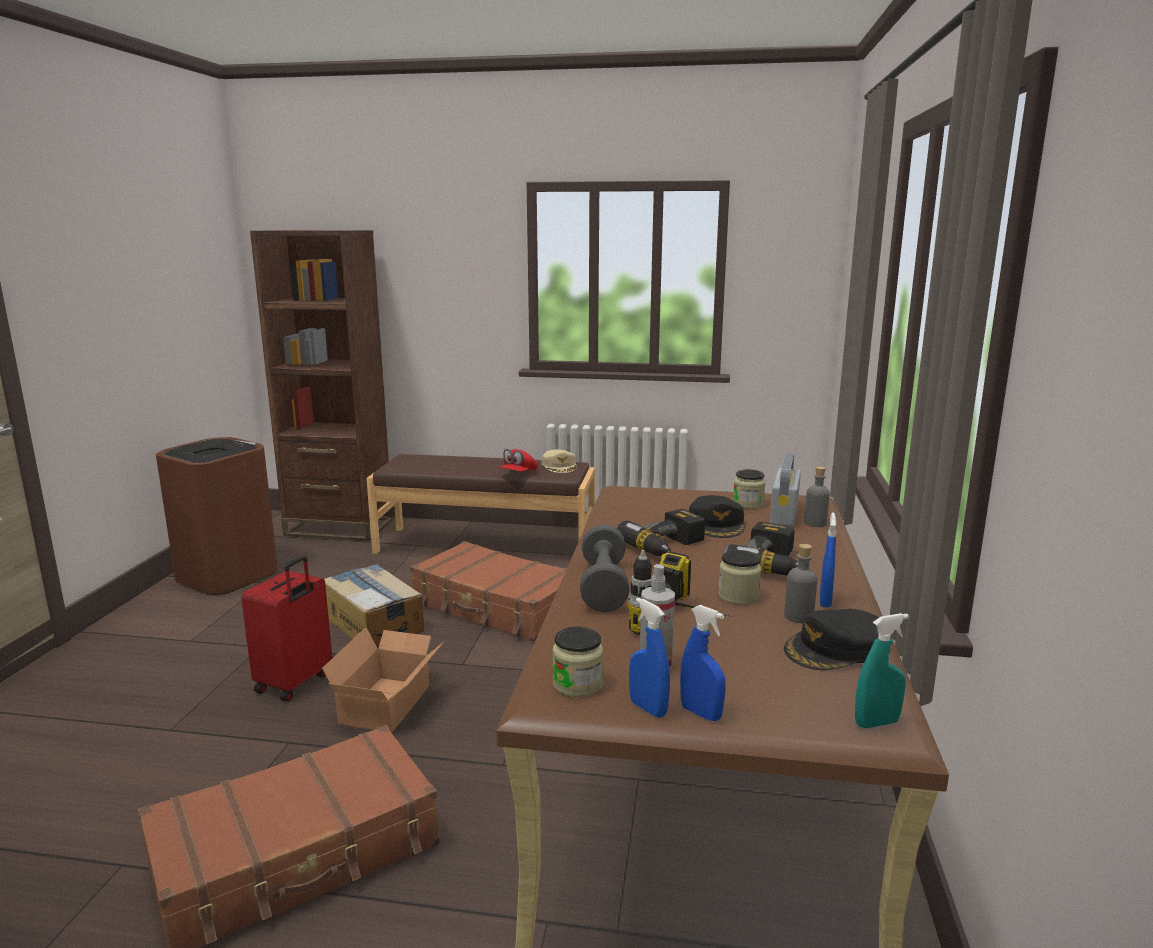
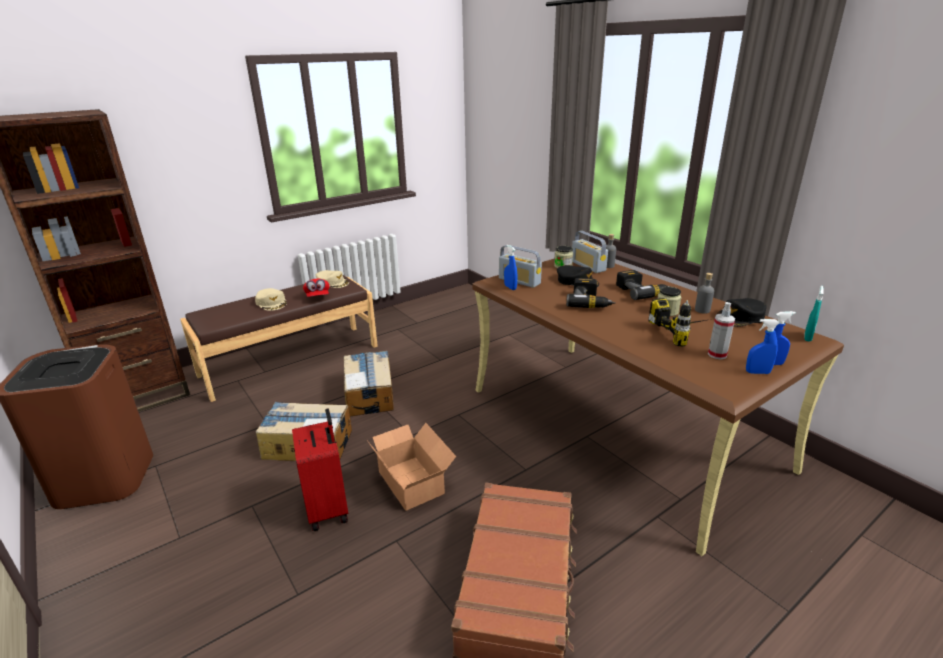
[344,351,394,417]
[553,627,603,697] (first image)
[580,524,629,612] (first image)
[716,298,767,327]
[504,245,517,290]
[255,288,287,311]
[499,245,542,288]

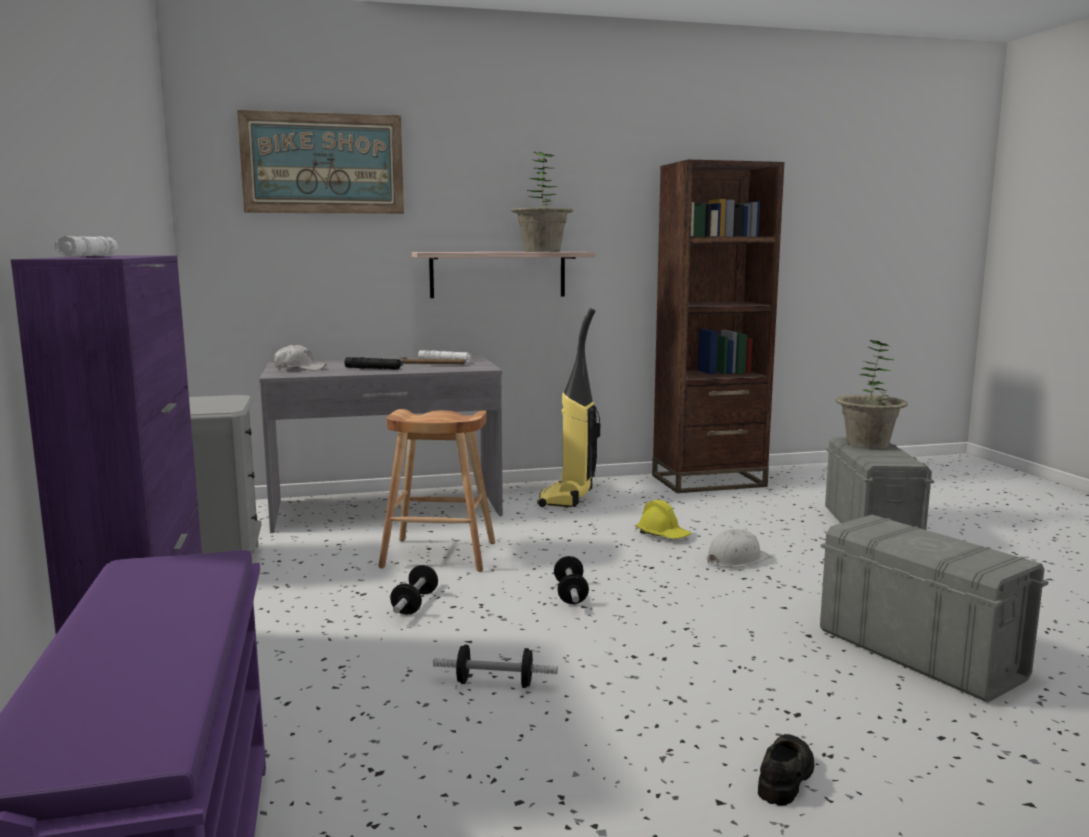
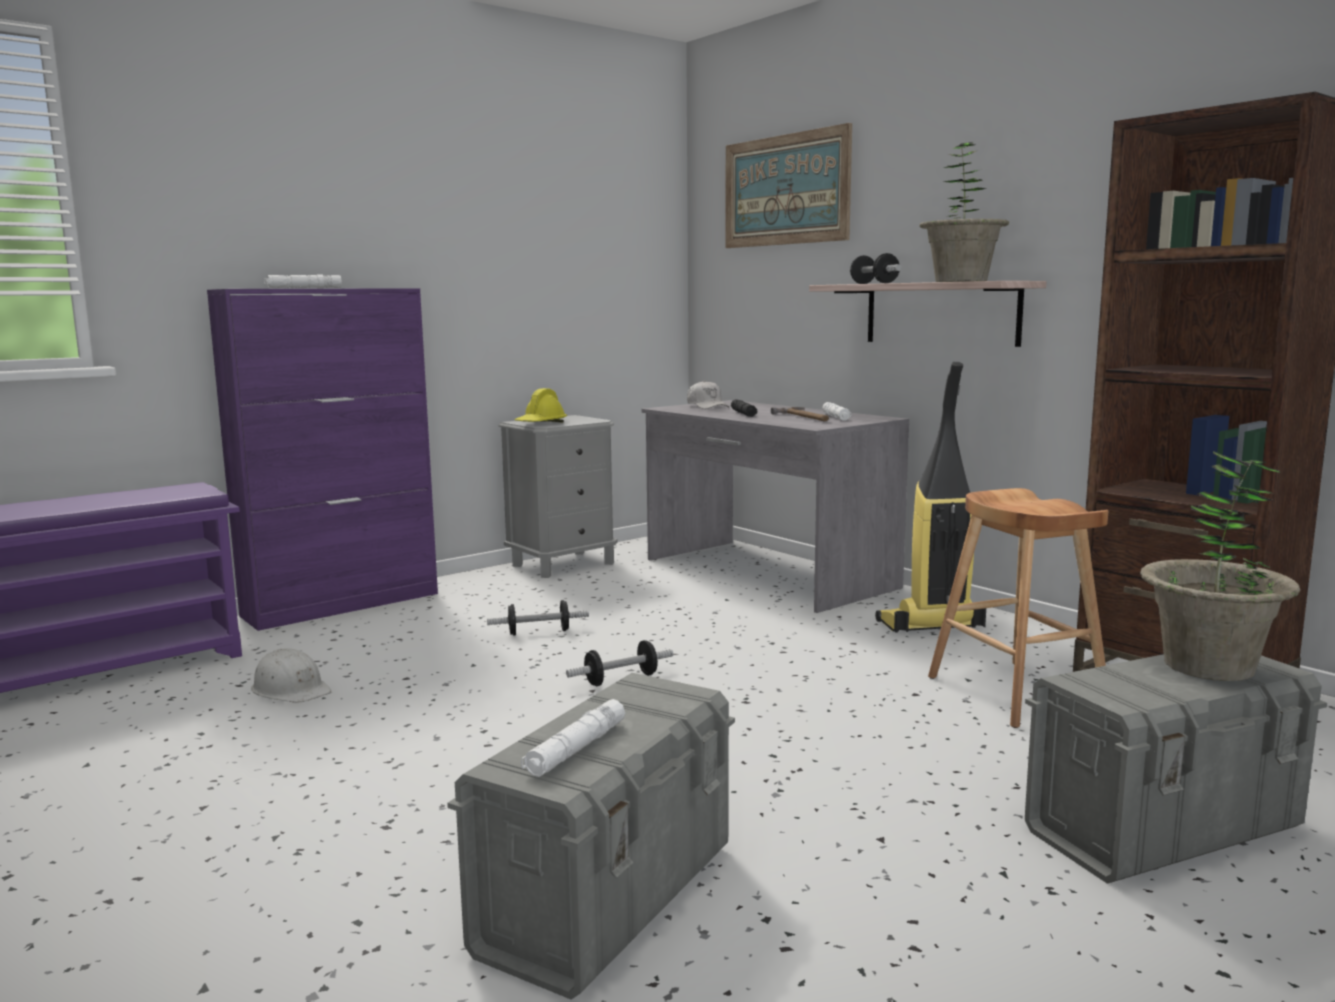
[928,488,1108,728]
[850,253,902,284]
[515,388,567,422]
[251,648,331,703]
[758,734,814,806] (first image)
[521,699,625,777]

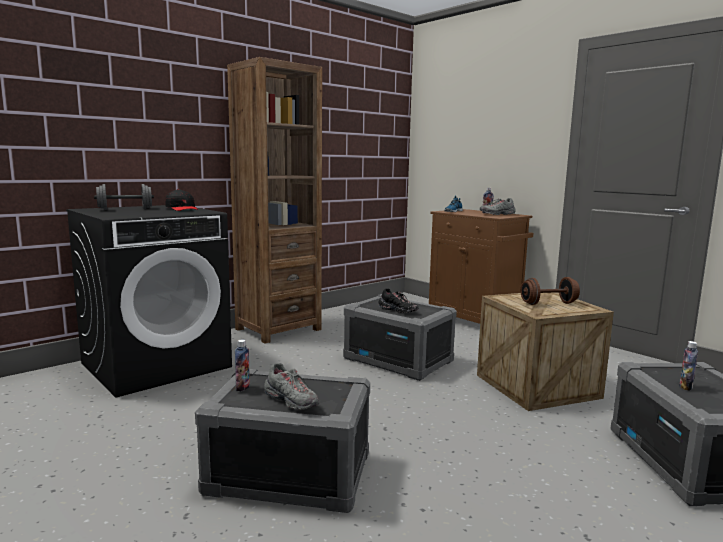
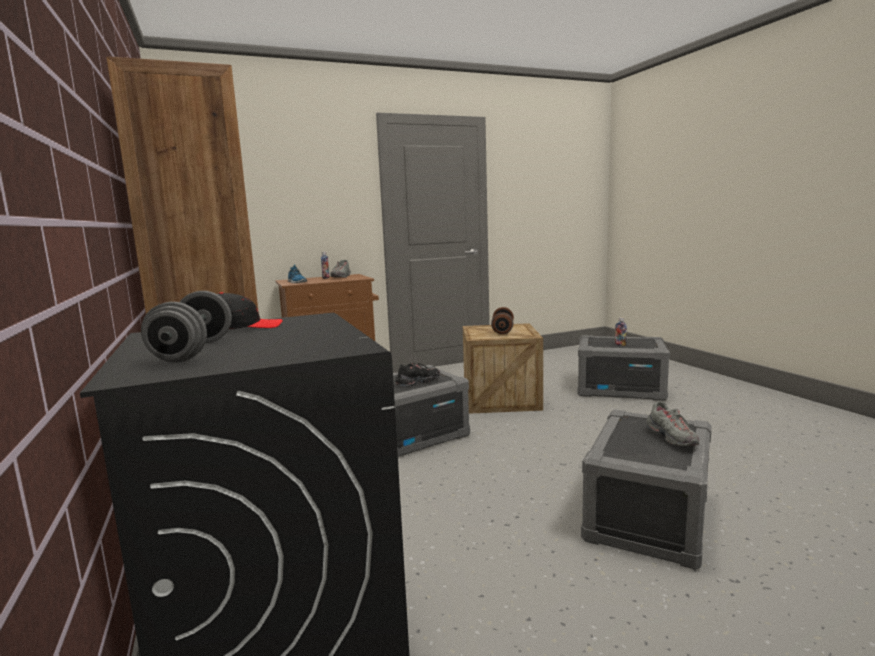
[235,340,250,391] (first image)
[646,402,699,446]

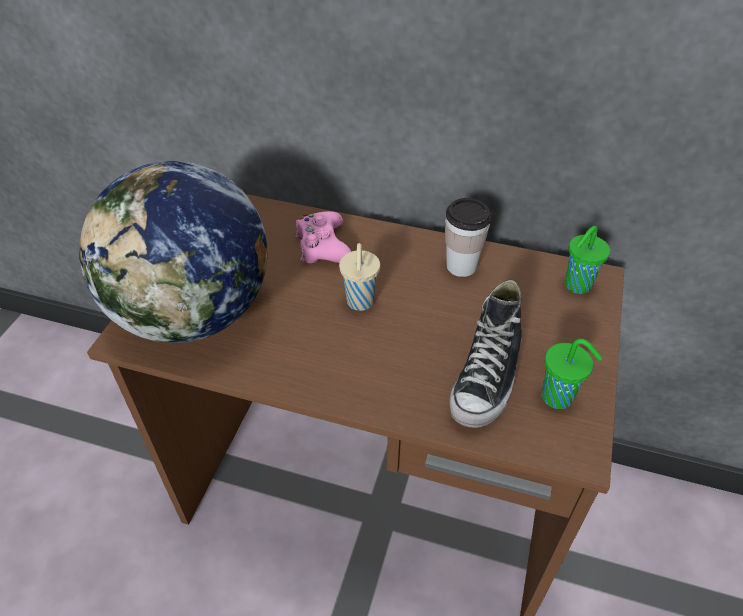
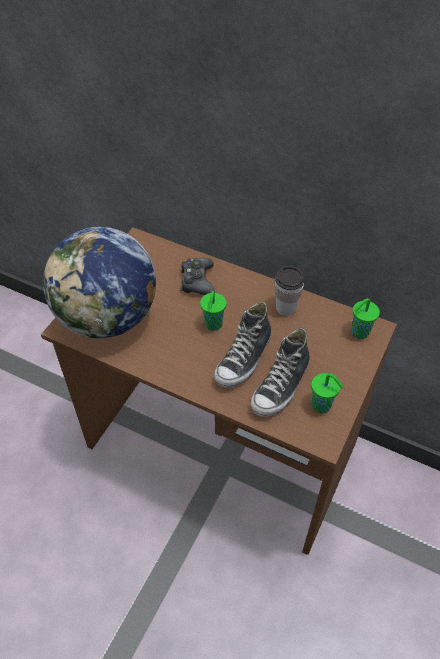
[181,258,215,295]
[200,291,226,331]
[214,301,272,388]

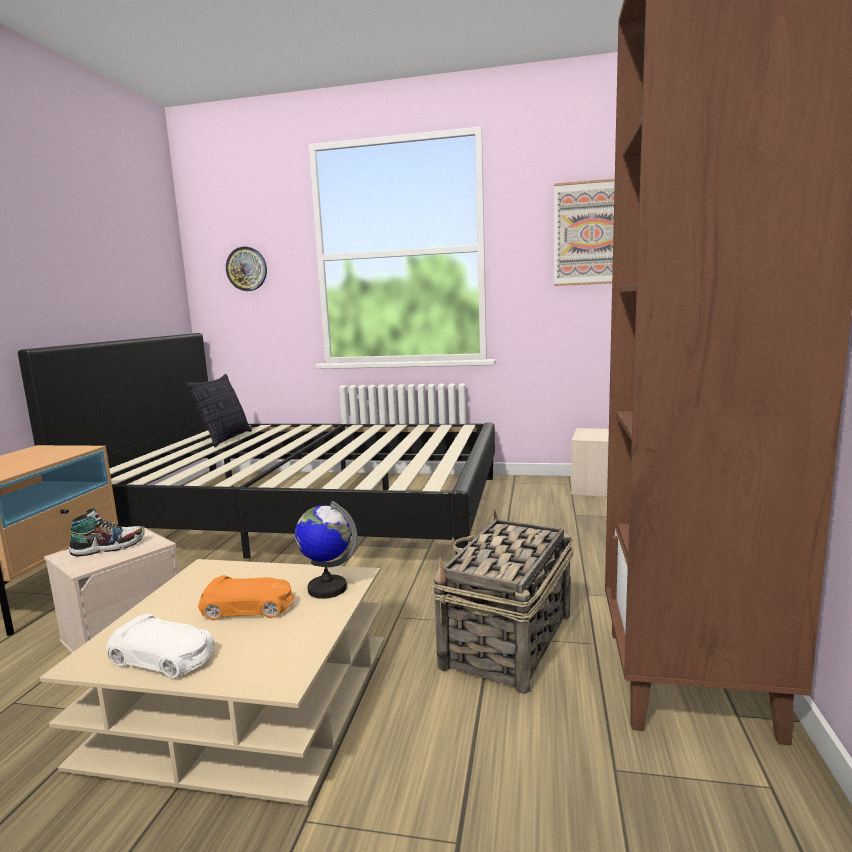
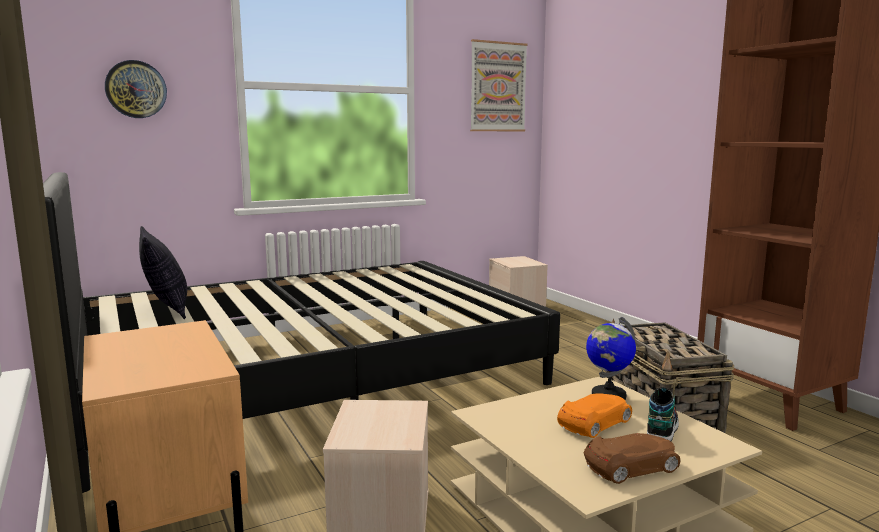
[647,387,679,441]
[584,433,680,484]

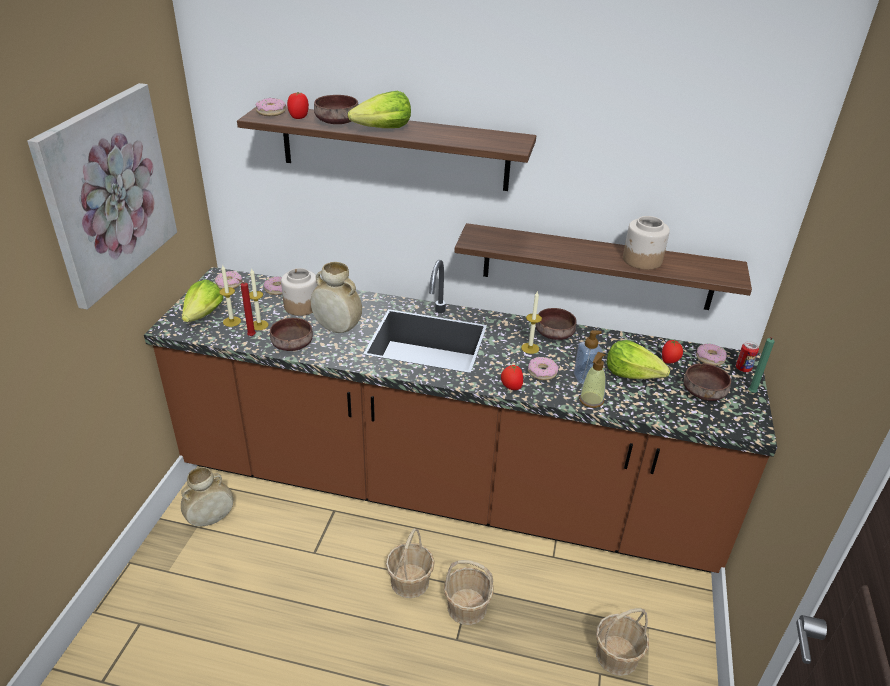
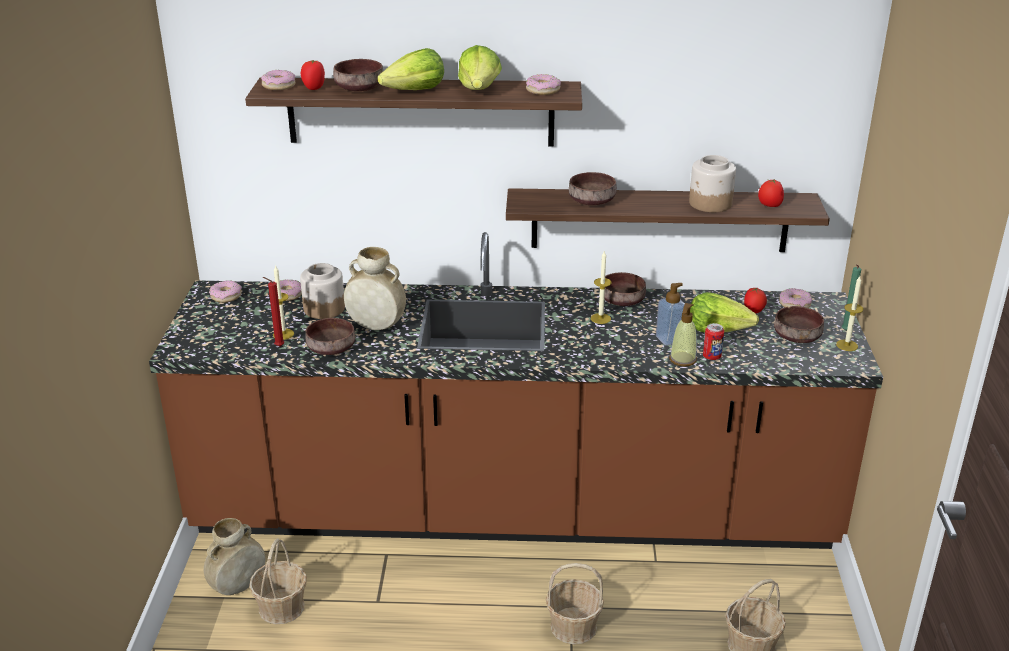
[27,83,177,310] (first image)
[458,45,502,90]
[836,276,864,351]
[249,538,307,624]
[758,179,784,207]
[526,74,561,95]
[703,323,724,360]
[569,172,617,205]

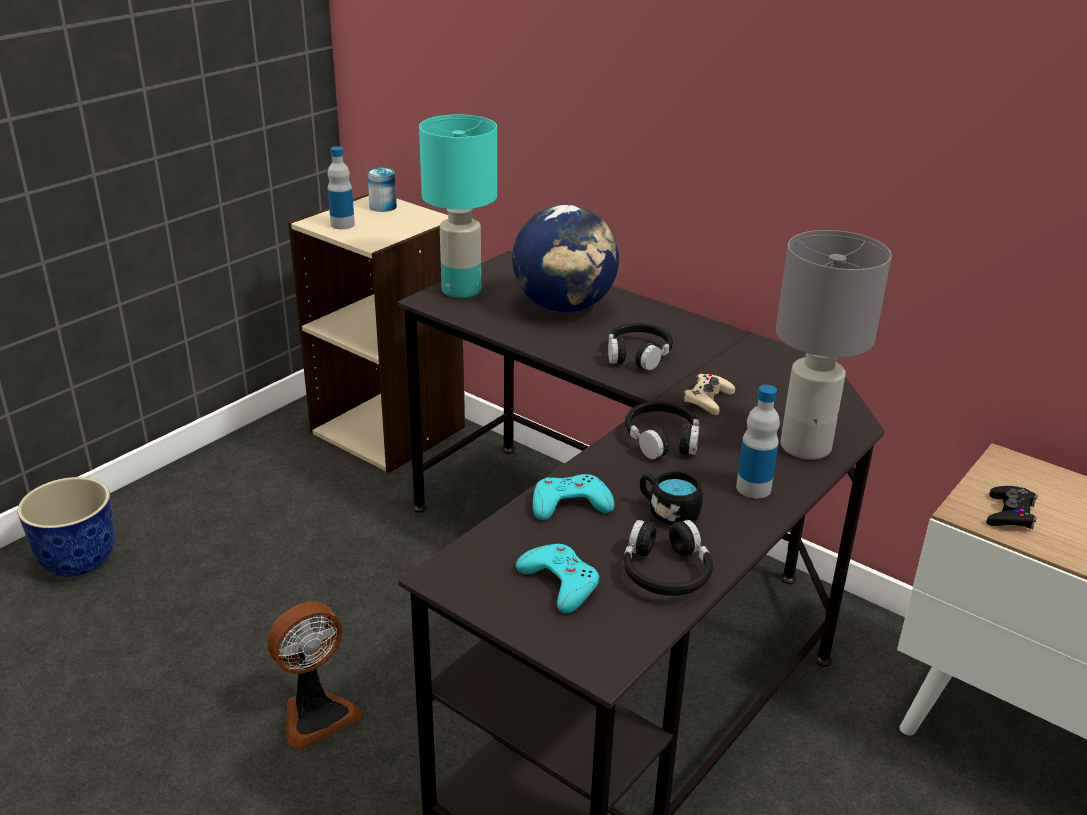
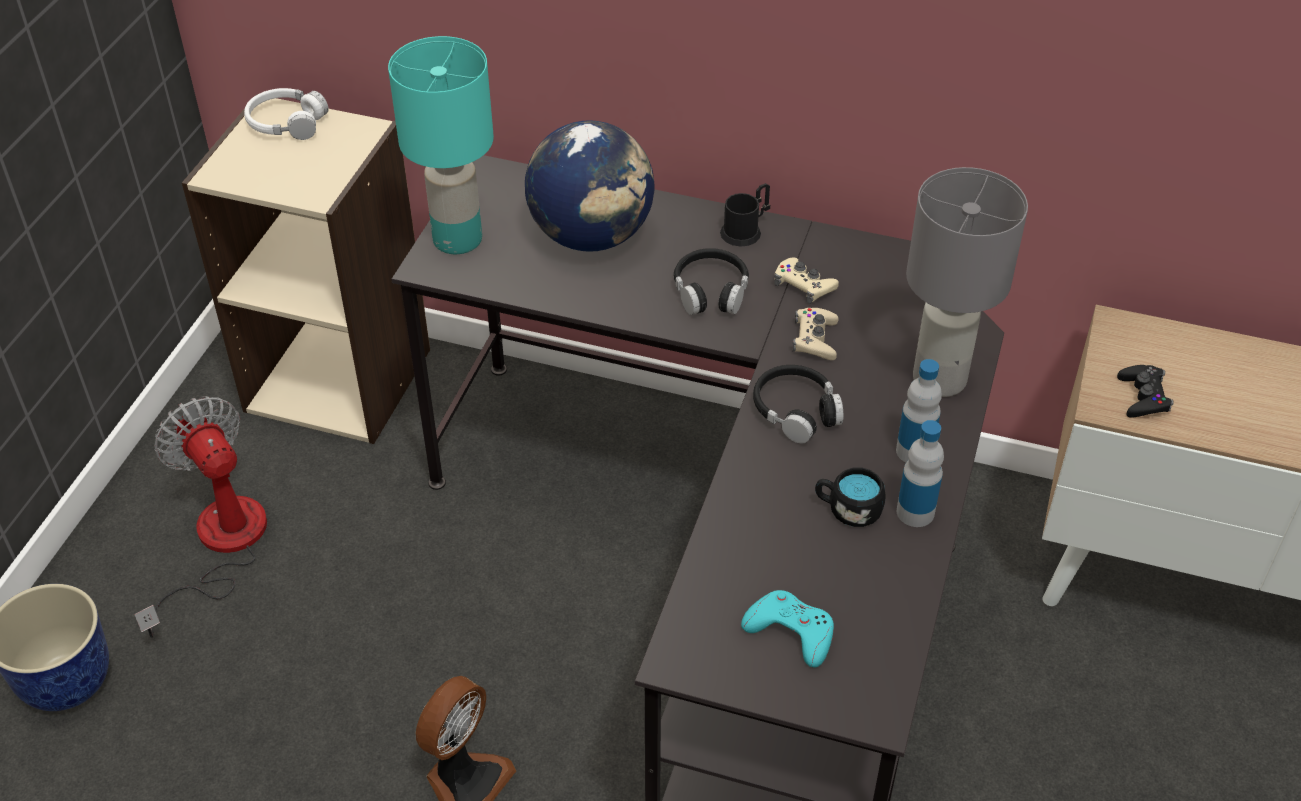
[897,420,944,527]
[244,88,329,140]
[533,474,615,520] (first image)
[624,520,713,596] (first image)
[134,396,267,638]
[720,183,770,247]
[774,257,839,304]

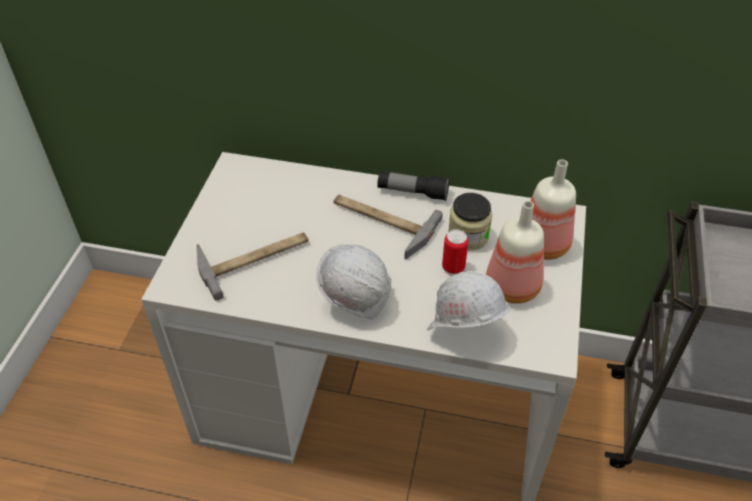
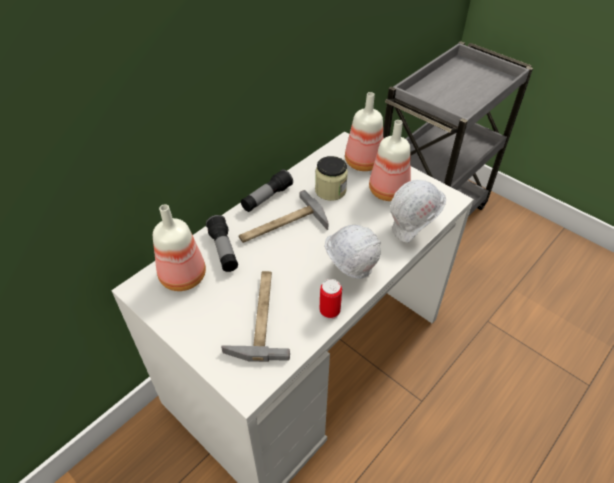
[320,279,342,320]
[153,204,206,291]
[206,215,238,272]

